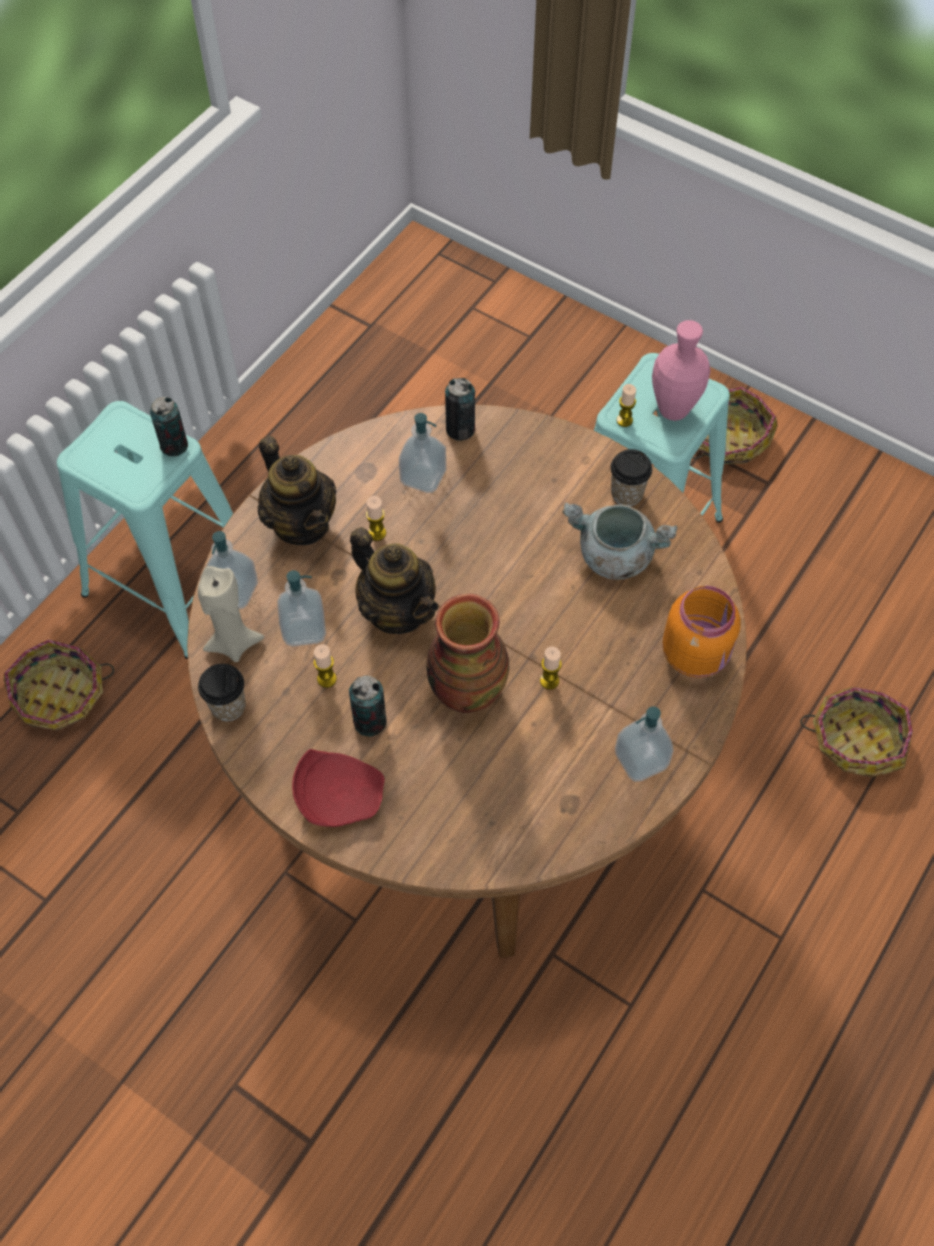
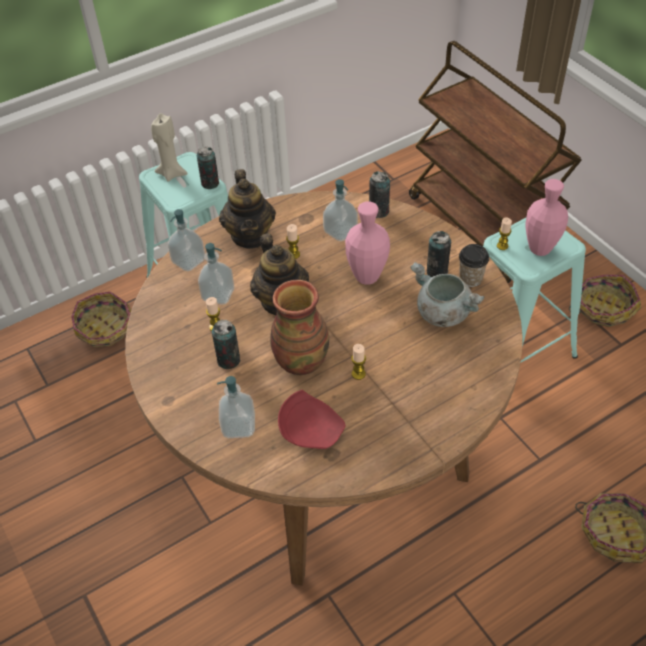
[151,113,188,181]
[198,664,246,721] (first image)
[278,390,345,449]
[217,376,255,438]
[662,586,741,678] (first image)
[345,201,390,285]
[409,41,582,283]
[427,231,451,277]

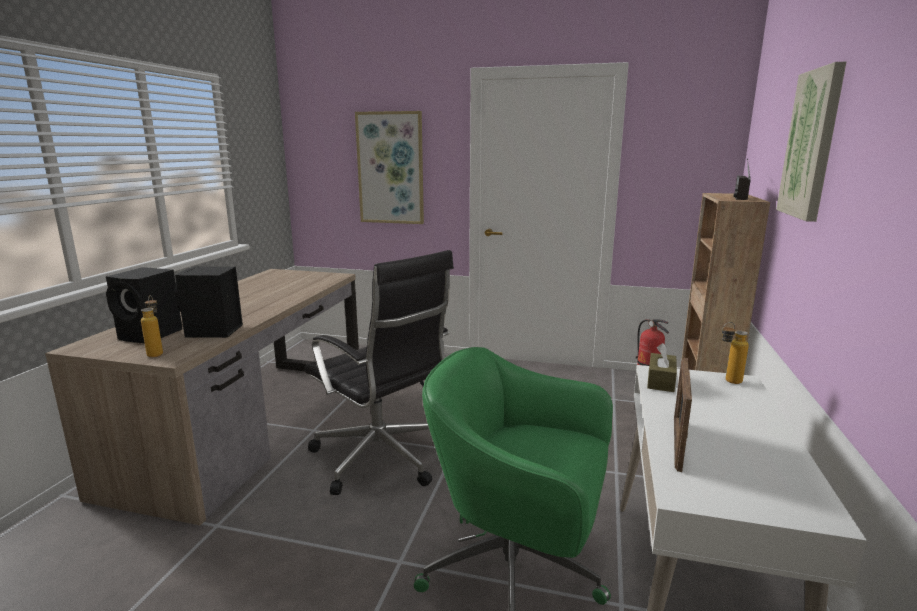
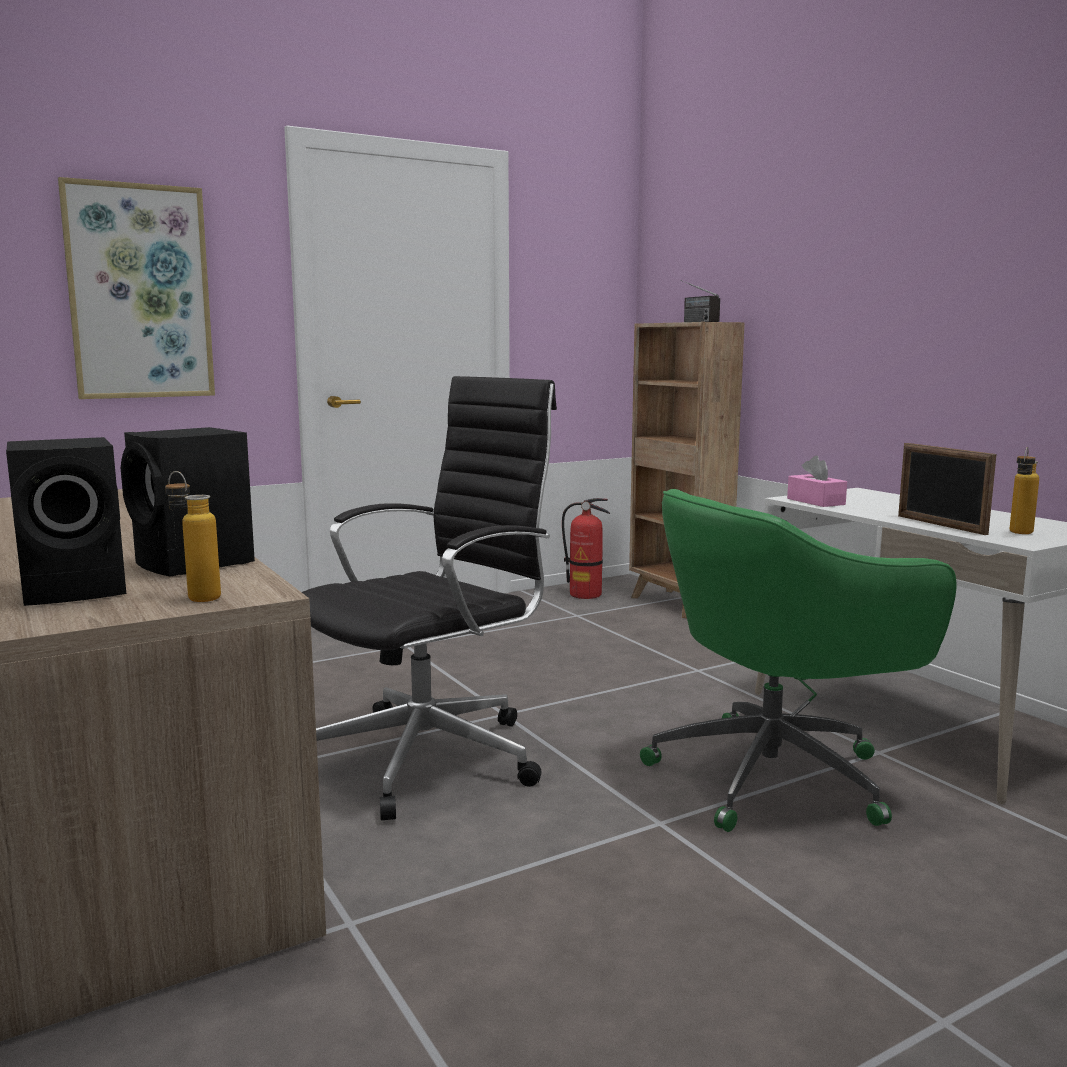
[302,376,557,821]
[787,456,847,507]
[1009,447,1039,534]
[776,61,847,222] (first image)

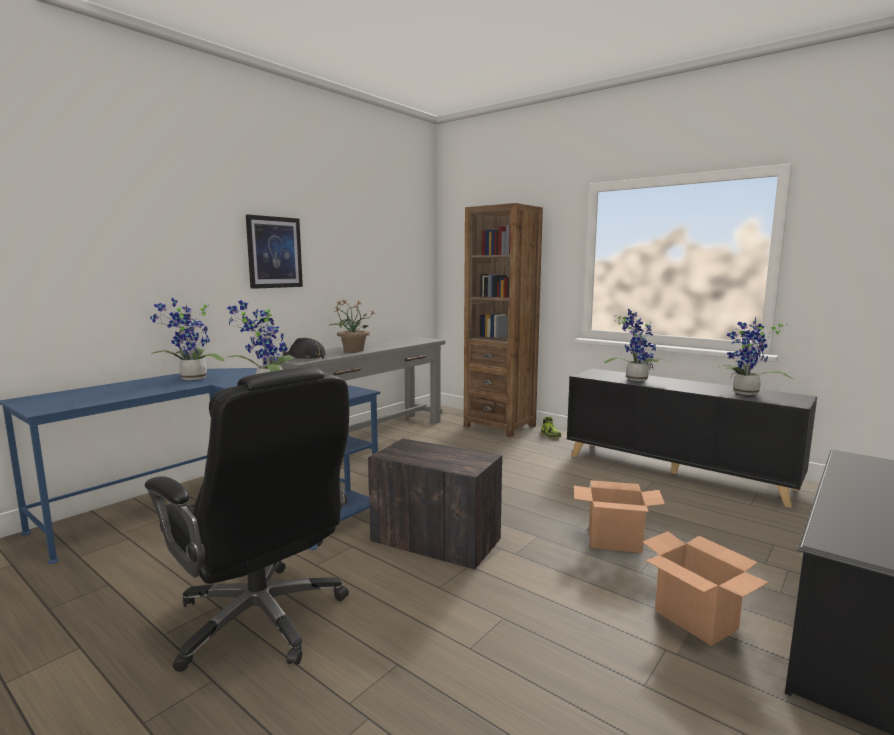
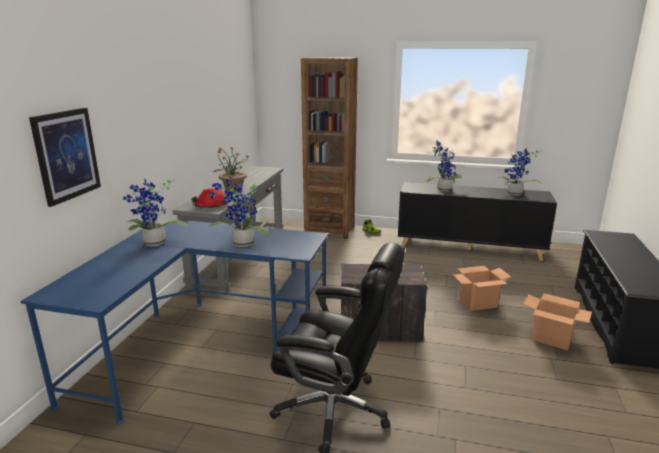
[29,108,101,207]
[191,188,228,208]

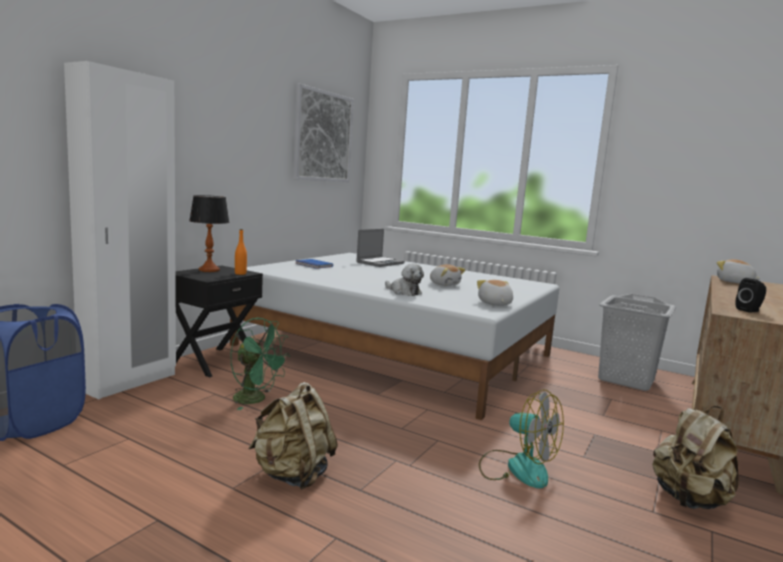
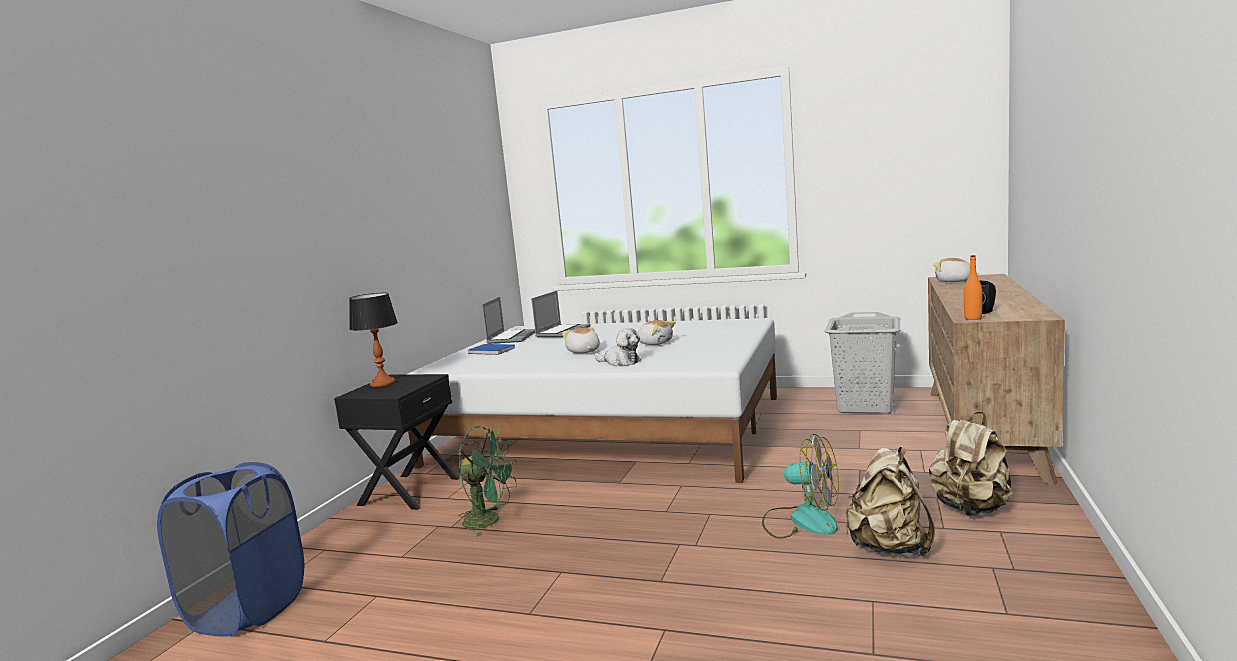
[64,61,176,399] (first image)
[964,255,983,320]
[845,447,935,557]
[293,84,354,182] (first image)
[562,327,600,353]
[482,297,535,344]

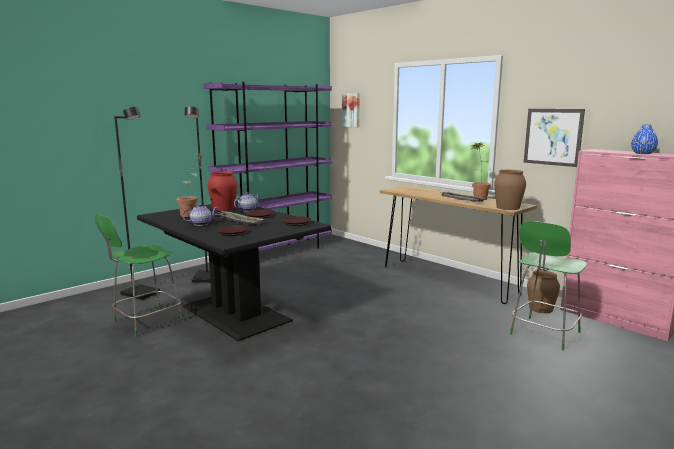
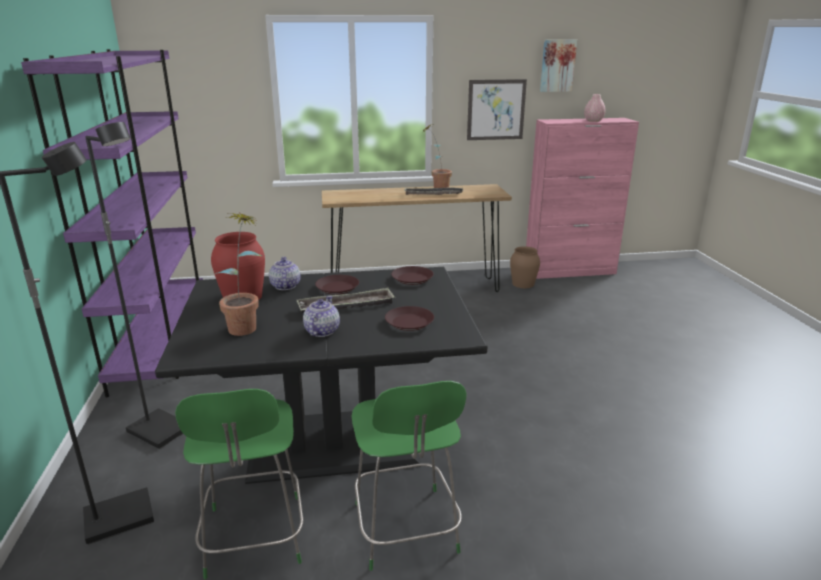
[540,39,577,92]
[494,170,526,210] (first image)
[352,381,466,571]
[584,94,606,122]

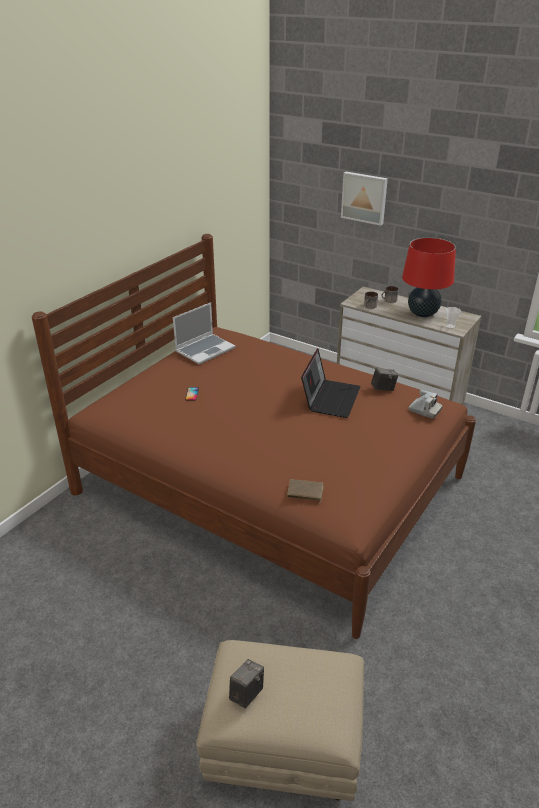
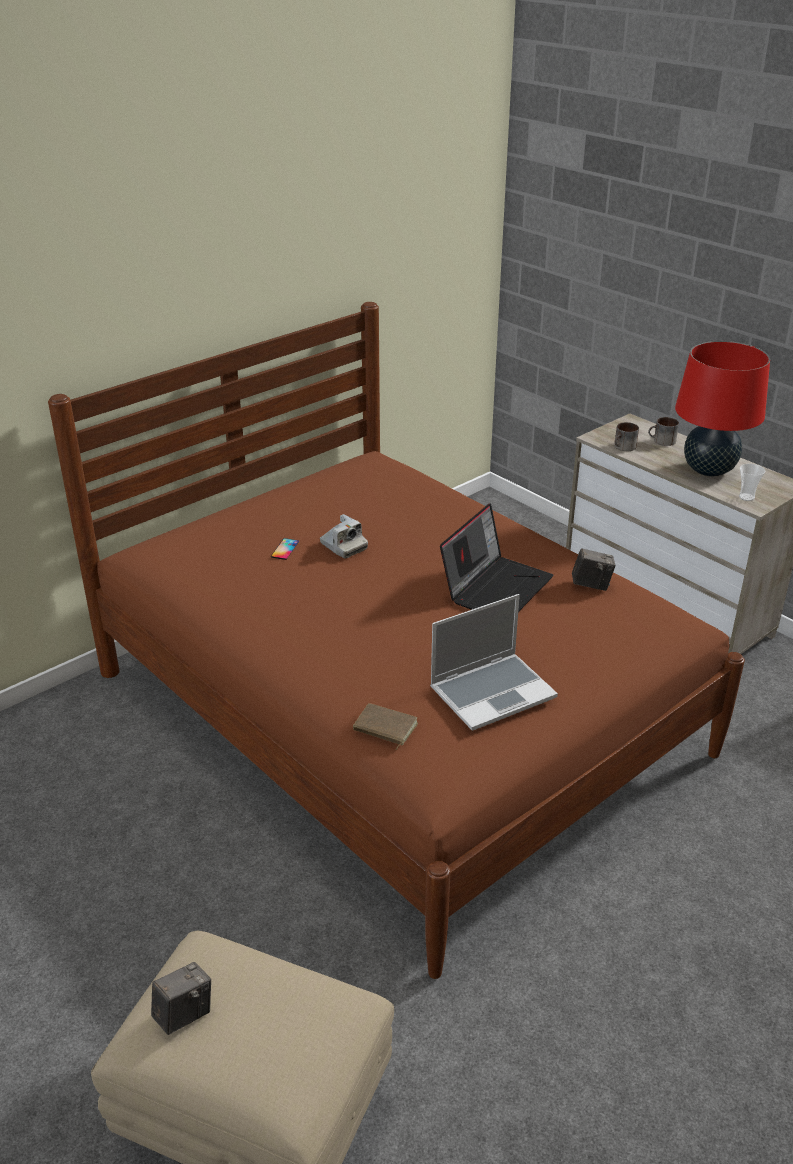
[430,594,558,731]
[341,172,388,226] (first image)
[320,514,368,559]

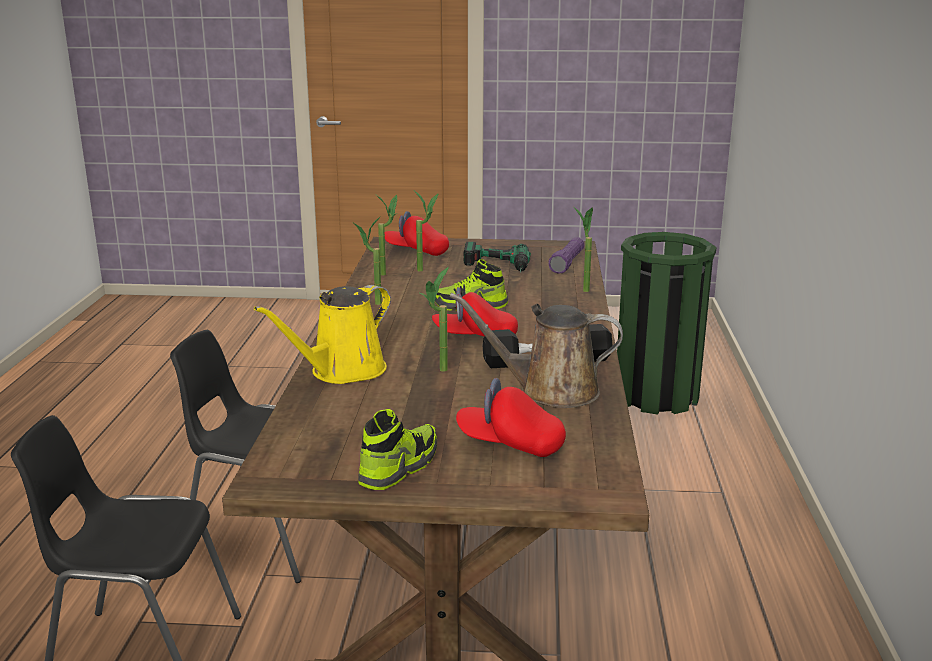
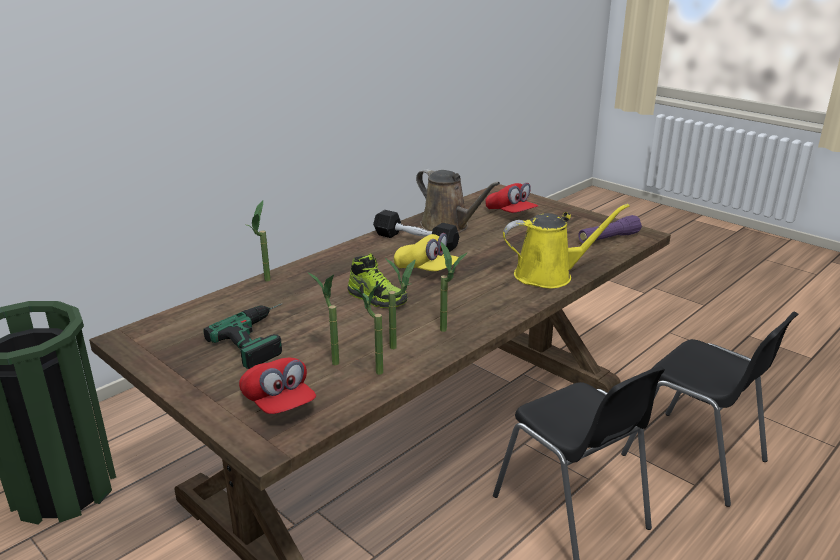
[358,409,437,490] (first image)
[385,258,415,349]
[394,233,459,271]
[578,215,642,243]

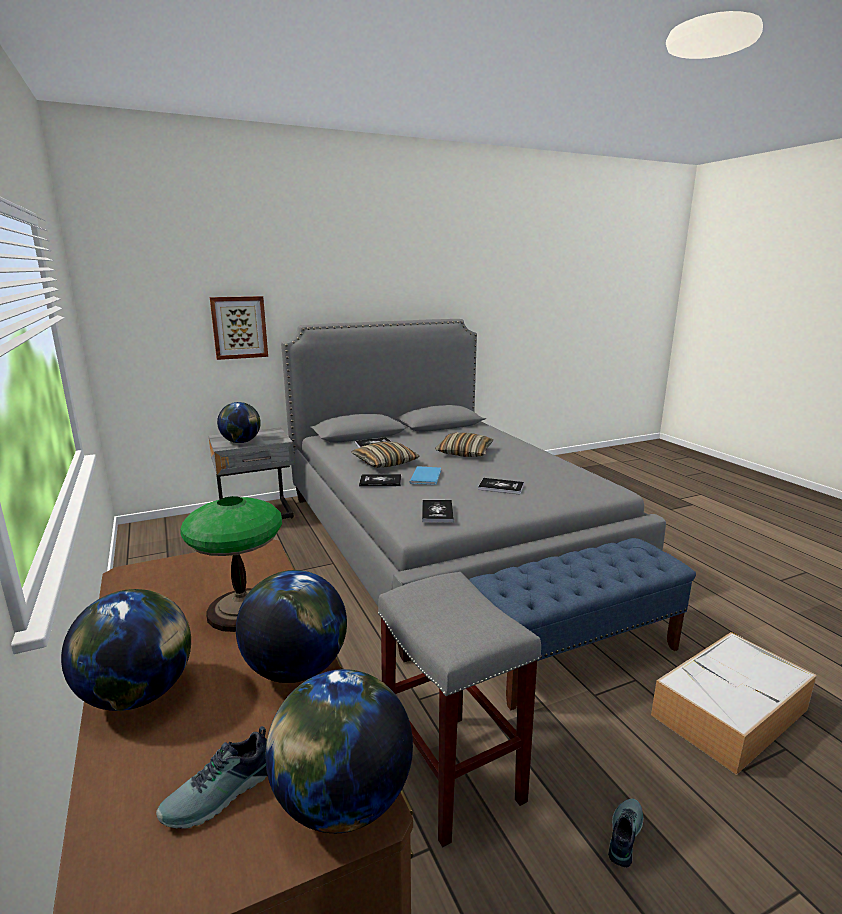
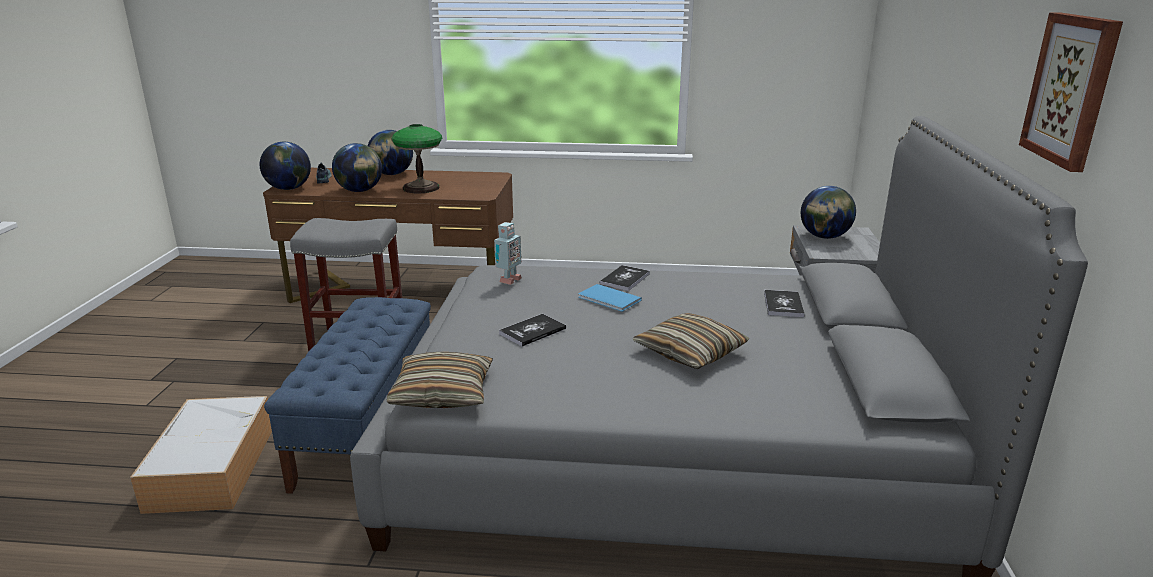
[1019,12,1123,172]
[387,352,493,408]
[494,222,522,285]
[608,798,643,867] (first image)

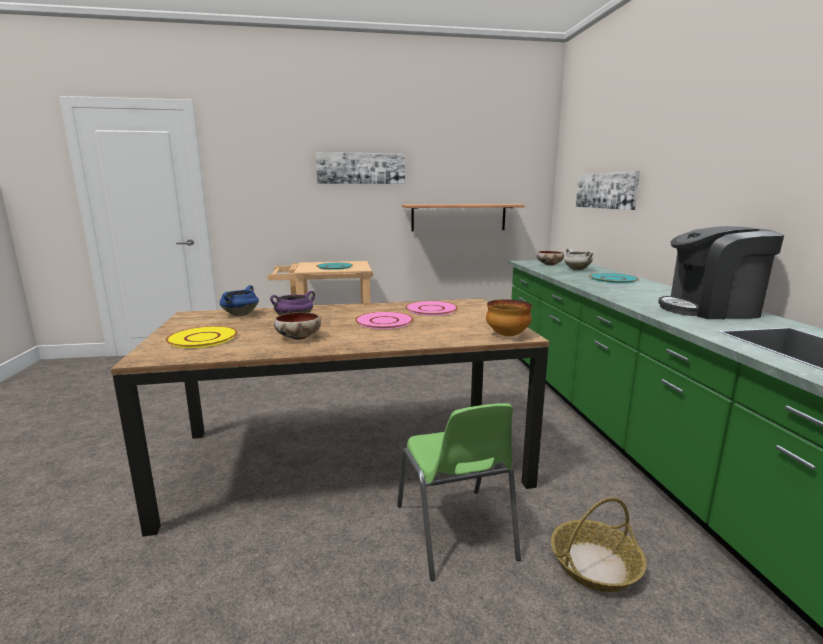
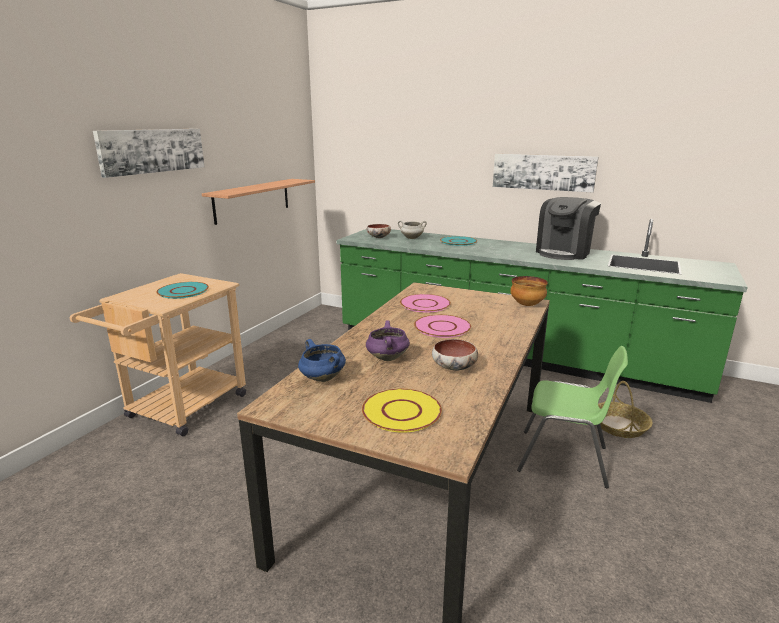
[493,154,599,192]

